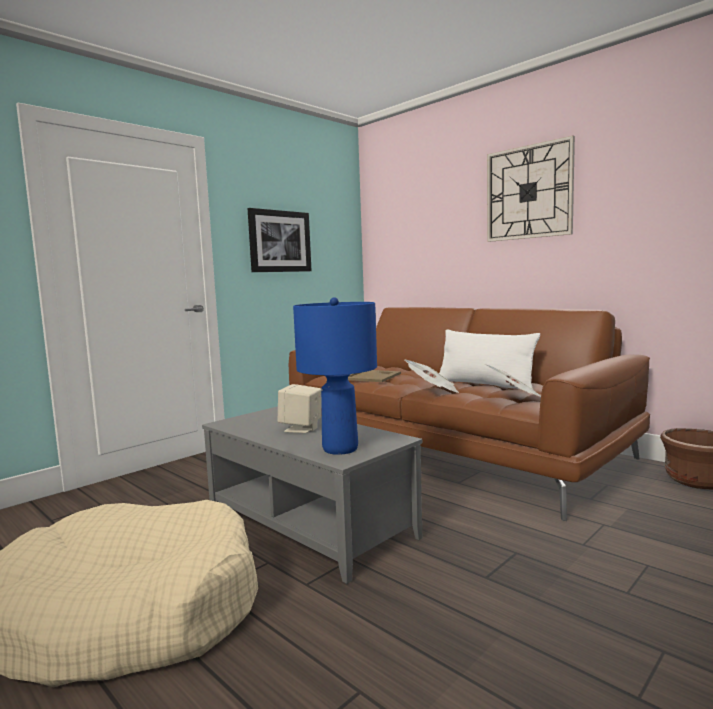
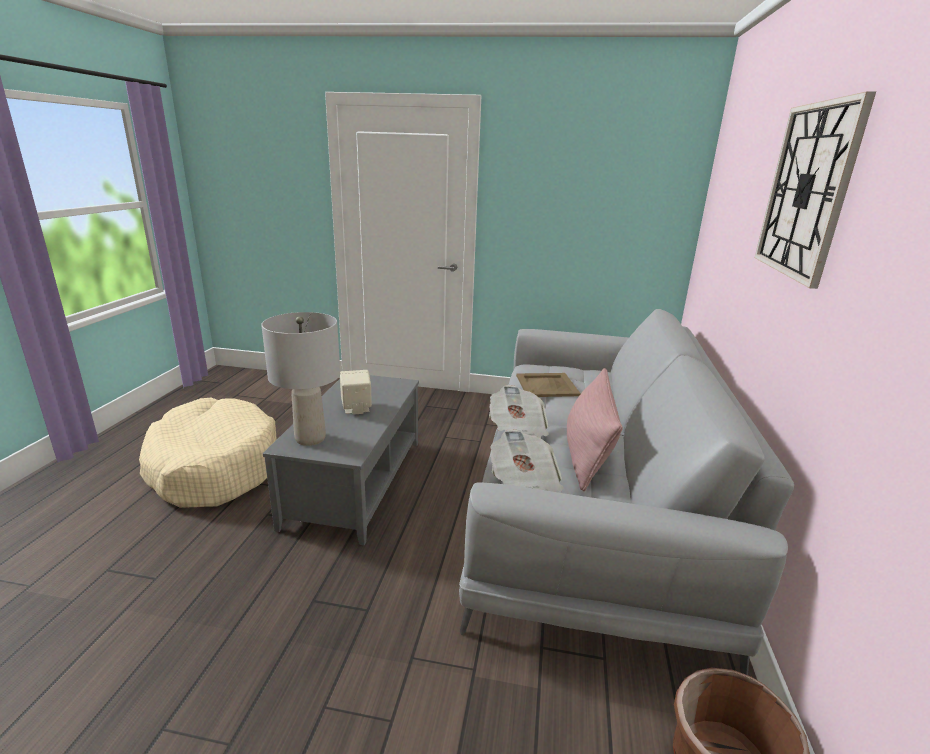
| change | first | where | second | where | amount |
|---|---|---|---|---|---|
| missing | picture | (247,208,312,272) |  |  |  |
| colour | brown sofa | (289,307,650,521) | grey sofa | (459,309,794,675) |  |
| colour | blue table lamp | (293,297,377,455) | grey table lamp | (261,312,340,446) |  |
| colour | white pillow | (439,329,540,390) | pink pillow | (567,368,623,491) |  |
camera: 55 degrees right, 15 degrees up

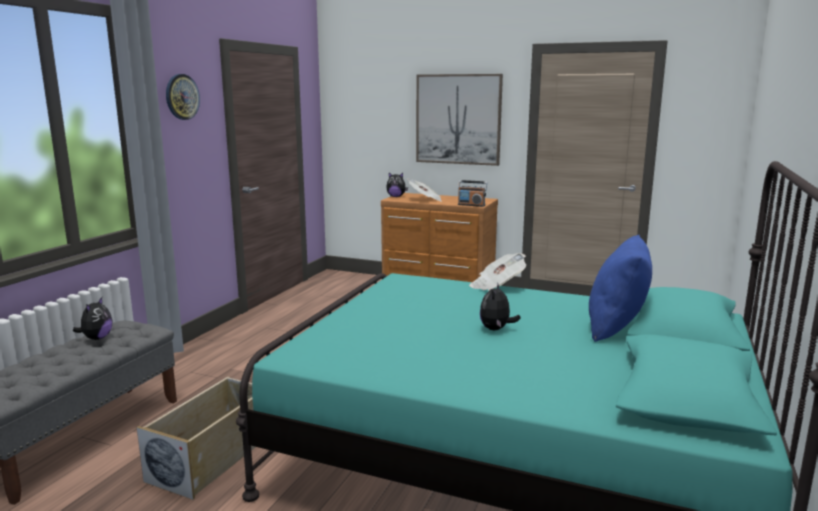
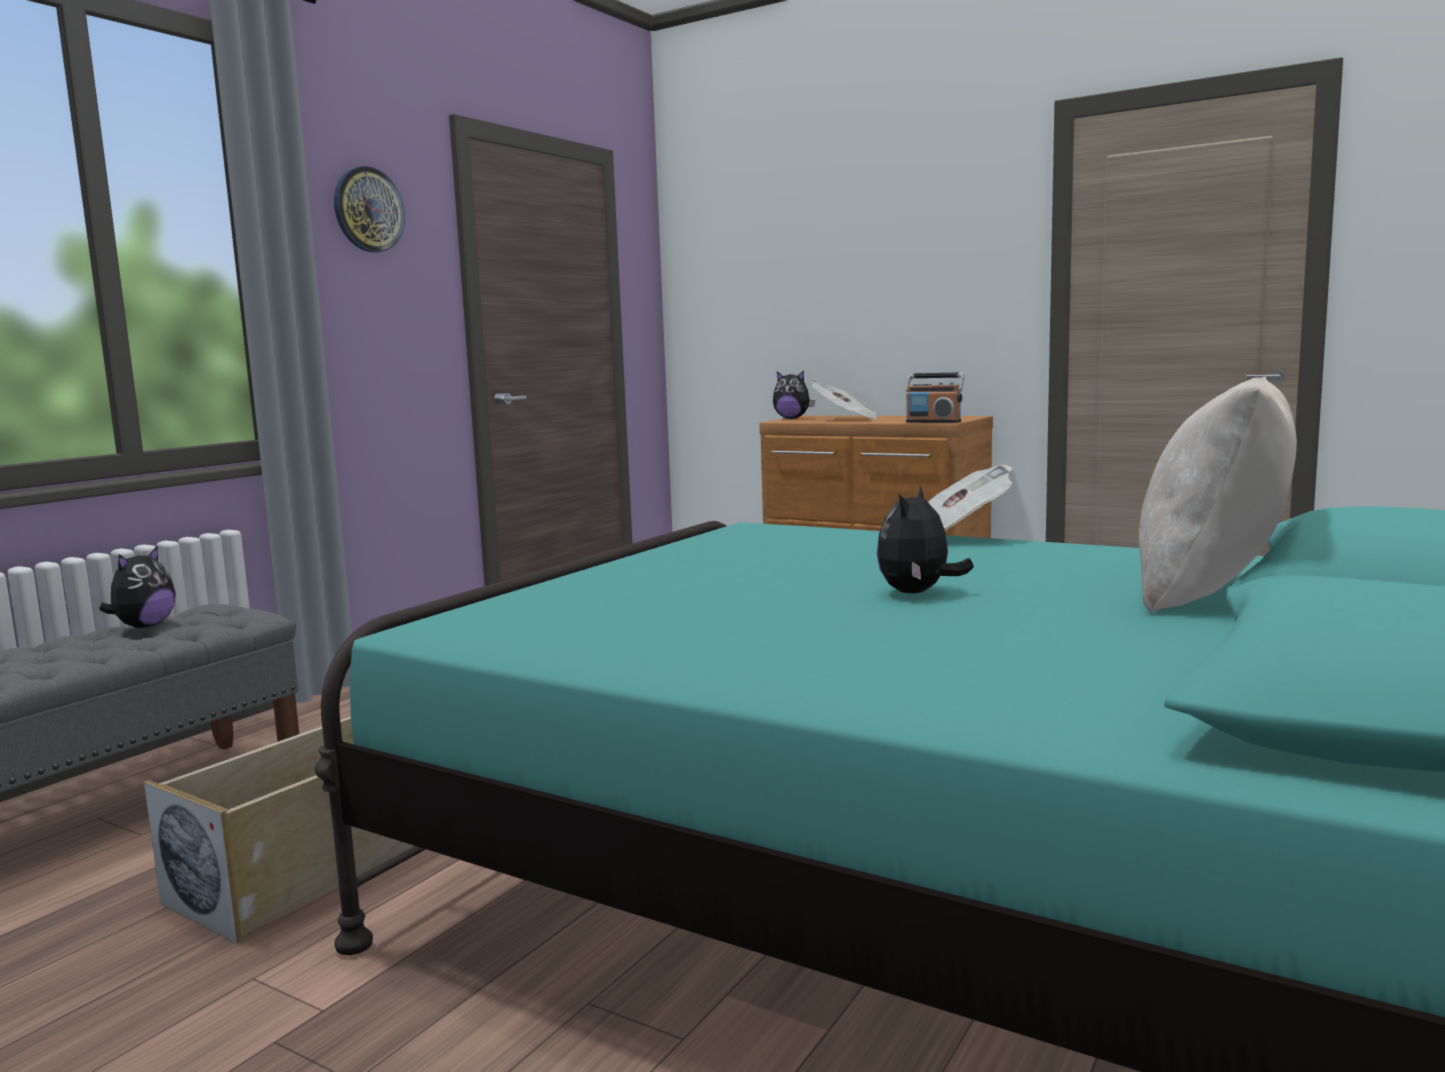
| change | first | where | second | where | amount |
|---|---|---|---|---|---|
| missing | picture | (416,74,503,166) |  |  |  |
| colour | blue pillow | (589,235,652,342) | beige pillow | (1139,377,1297,613) |  |
camera: 10 degrees right, 5 degrees down

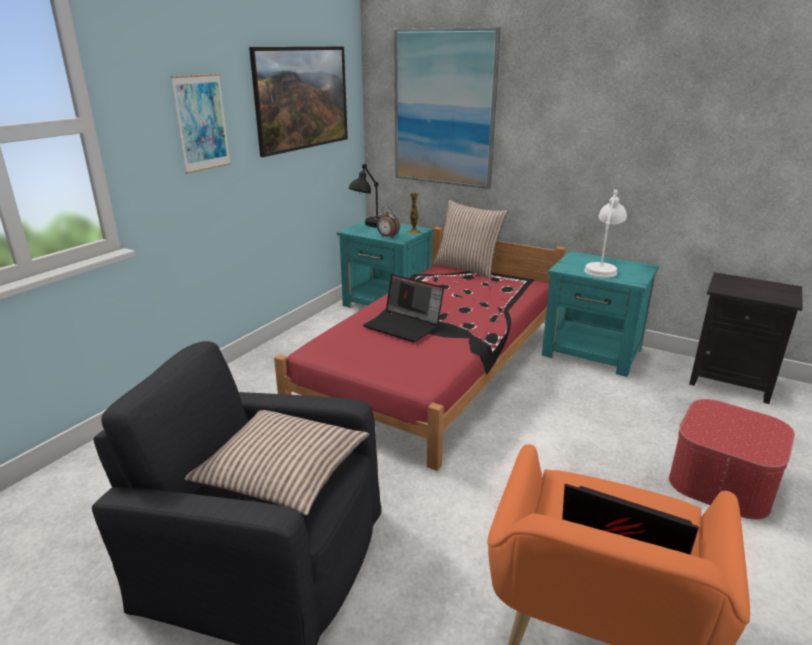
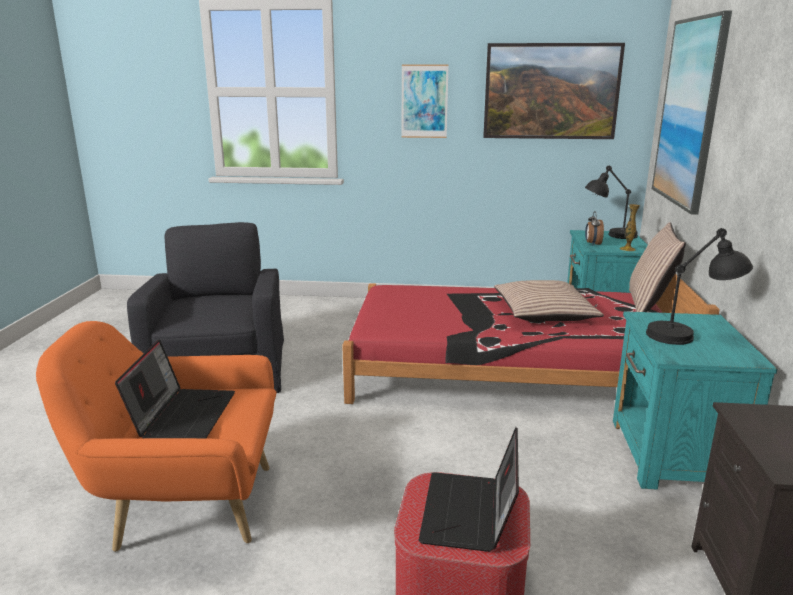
| change | first | where | second | where | amount |
|---|---|---|---|---|---|
| relocated | pillow | (185,410,370,516) |  | (494,280,604,321) |  |
| relocated | laptop | (363,274,444,342) |  | (419,427,519,552) |  |
| colour | white table lamp | (584,189,627,278) | black table lamp | (646,228,753,345) |  |
camera: 65 degrees right, 5 degrees down

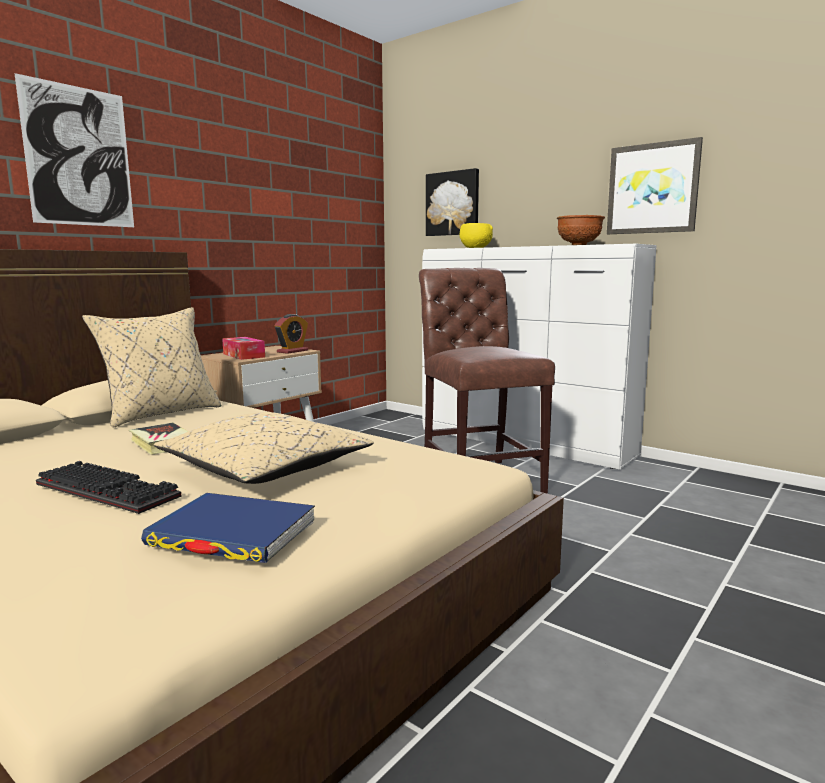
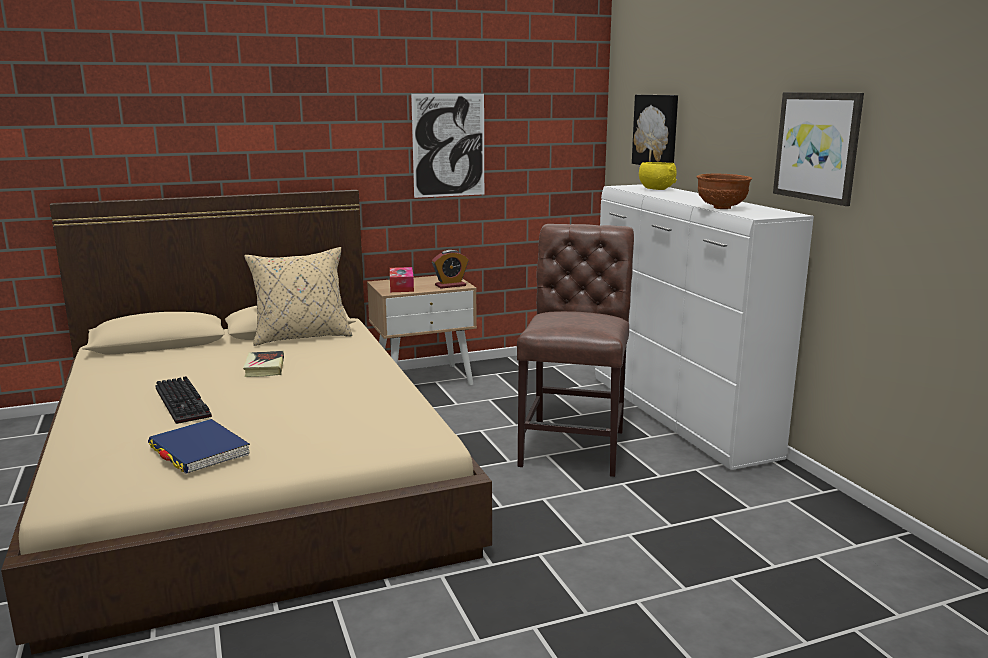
| change | first | where | second | where | amount |
|---|---|---|---|---|---|
| missing | beige pillow | (153,412,374,484) |  |  |  |
| relocated | picture | (14,73,134,227) |  | (411,94,484,198) |  |
camera: 30 degrees right, 5 degrees up

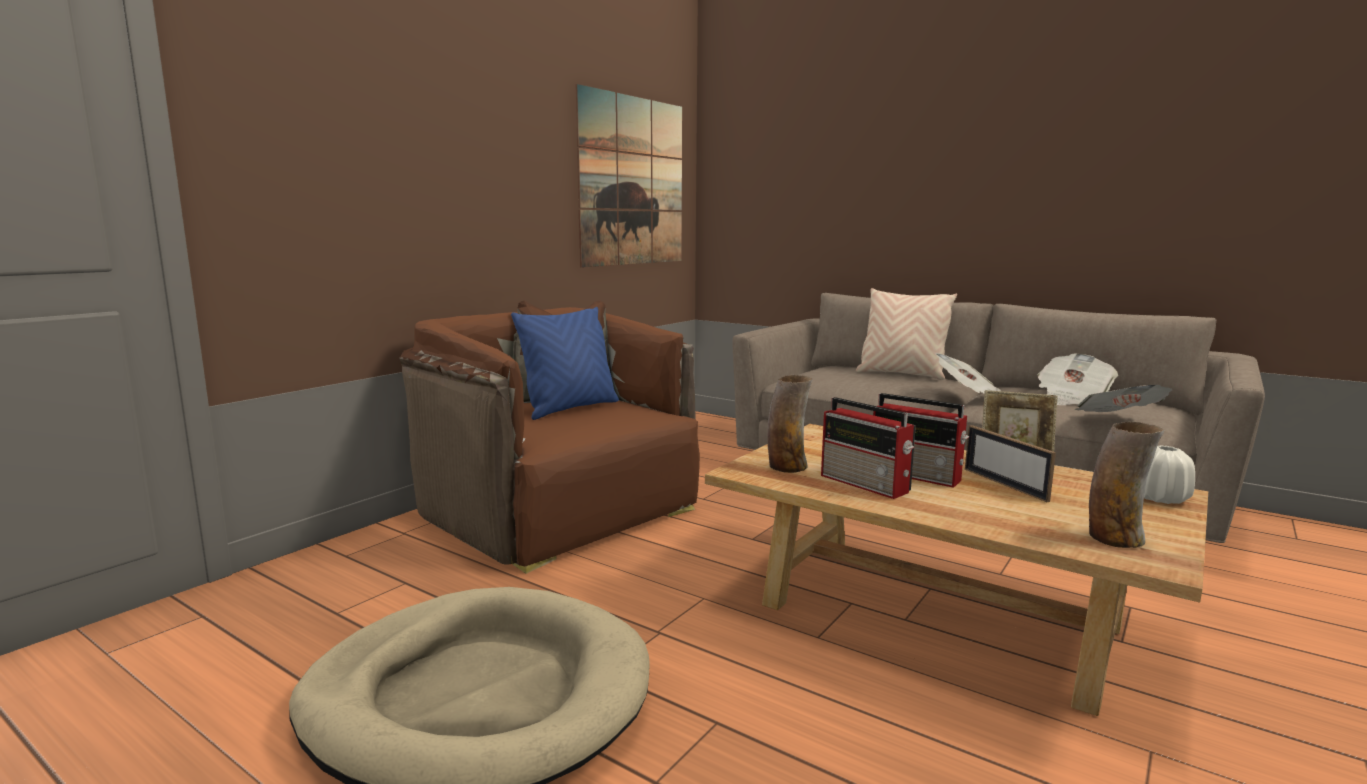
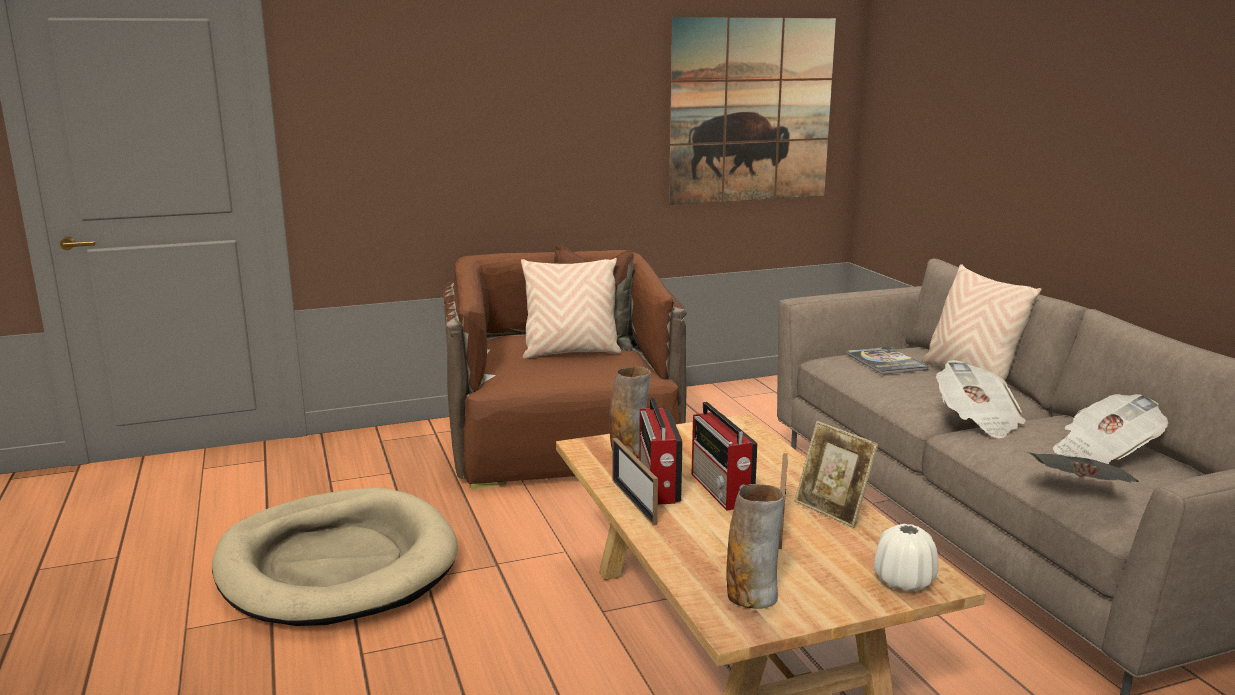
| change | first | where | second | where | amount |
|---|---|---|---|---|---|
| appeared |  |  | picture frame | (613,438,658,526) |  |
| appeared |  |  | book | (847,346,929,375) |  |
| colour | blue pillow | (511,307,619,420) | beige pillow | (521,258,621,359) |  |
camera: 35 degrees right, 5 degrees up

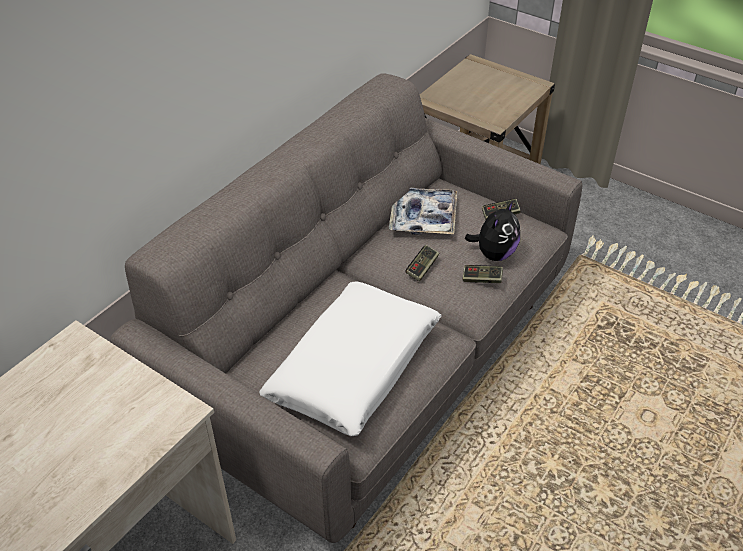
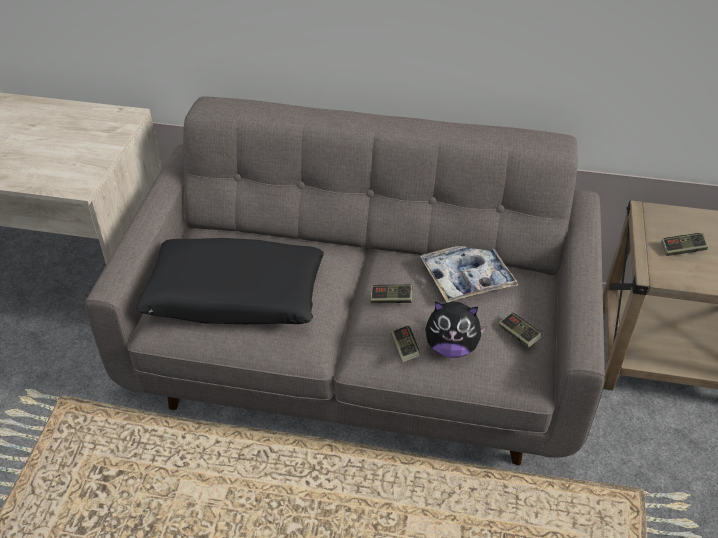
| change | first | where | second | where | amount |
|---|---|---|---|---|---|
| appeared |  |  | game controller | (662,233,708,256) |  |
| colour | white pillow | (259,281,441,436) | black pillow | (136,238,324,324) |  |
camera: 65 degrees right, 0 degrees up

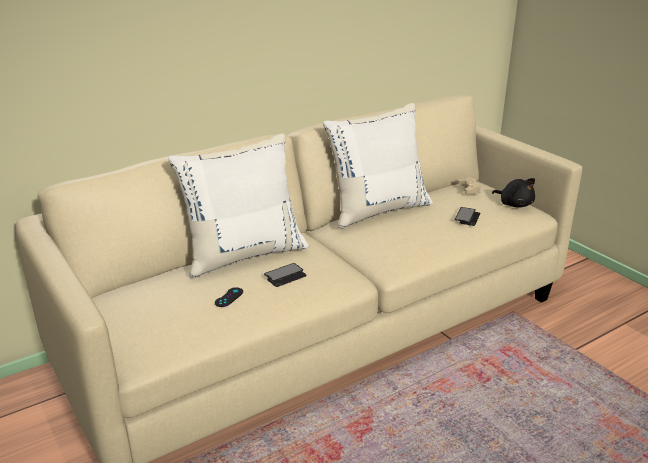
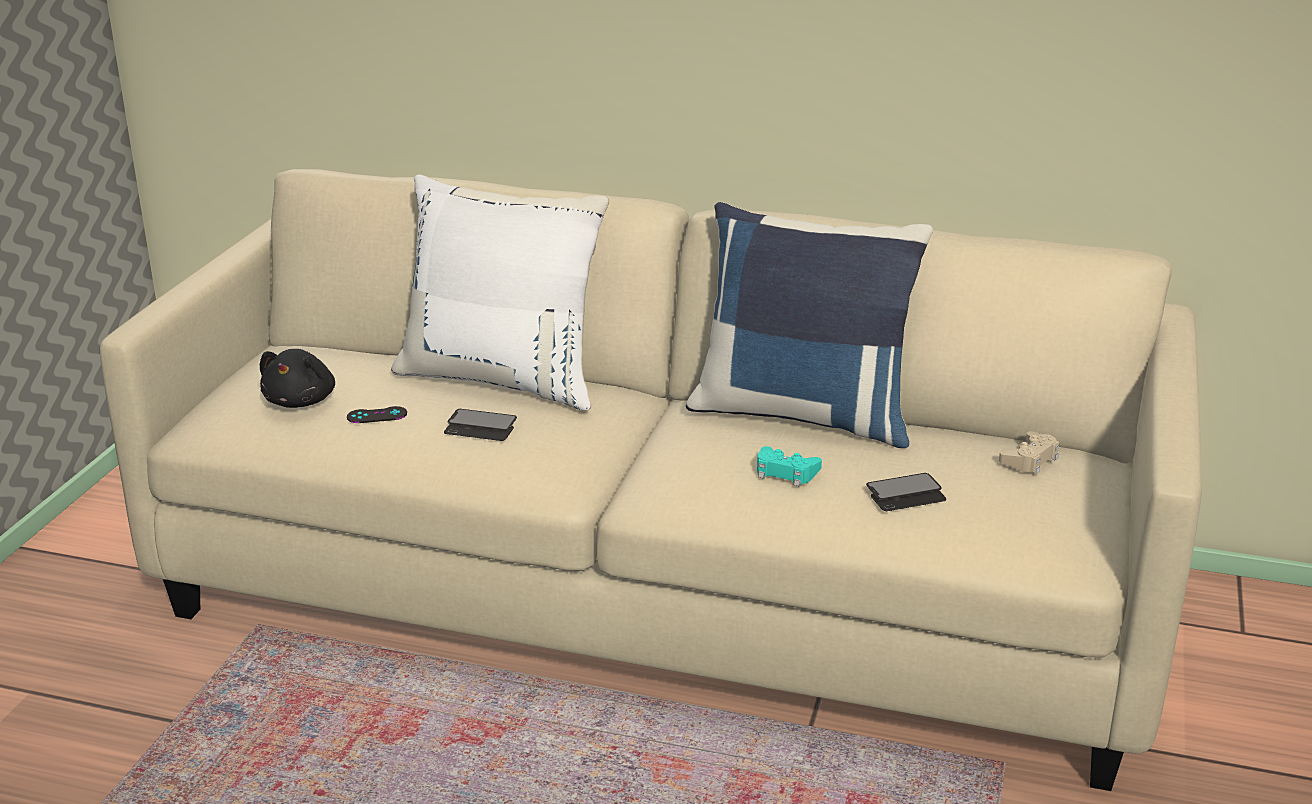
| change | first | where | second | where | amount |
|---|---|---|---|---|---|
| appeared |  |  | turquoise game controller | (757,446,822,487) |  |
| relocated | black plush toy | (492,178,535,208) |  | (260,349,335,408) |  |
| colour | white pillow | (323,103,433,229) | blue pillow | (686,202,933,448) |  |
camera: 50 degrees right, 0 degrees up

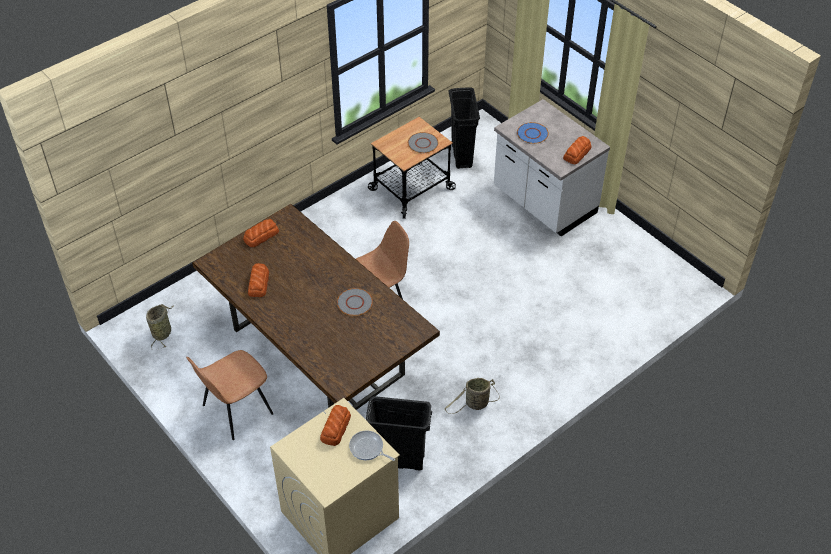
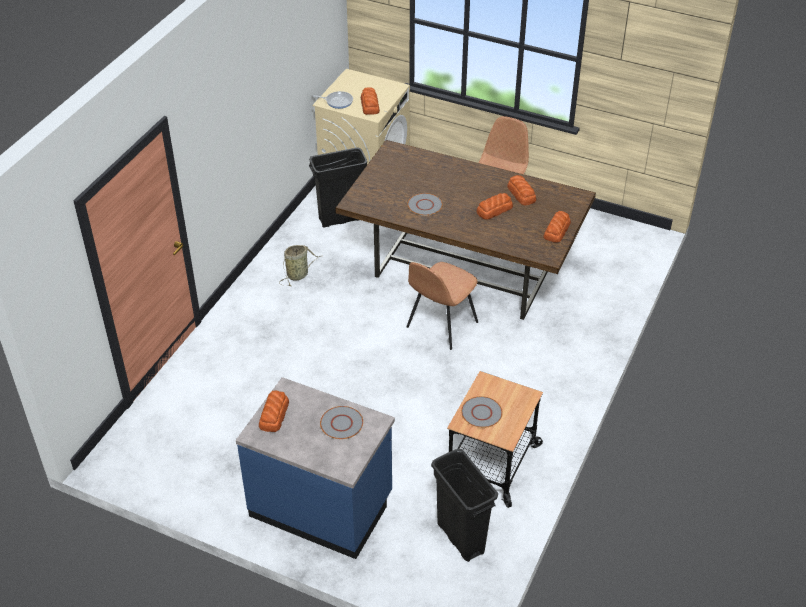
| change | first | where | second | where | amount |
|---|---|---|---|---|---|
| missing | basket | (146,304,174,350) |  |  |  |
| appeared |  |  | bread | (476,193,513,220) |  |
| colour | white counter | (494,99,610,236) | blue counter | (236,377,395,559) |  |
| colour | blue plate | (517,122,549,144) | grey plate | (320,406,363,439) |  |
camera: 155 degrees right, 5 degrees down

